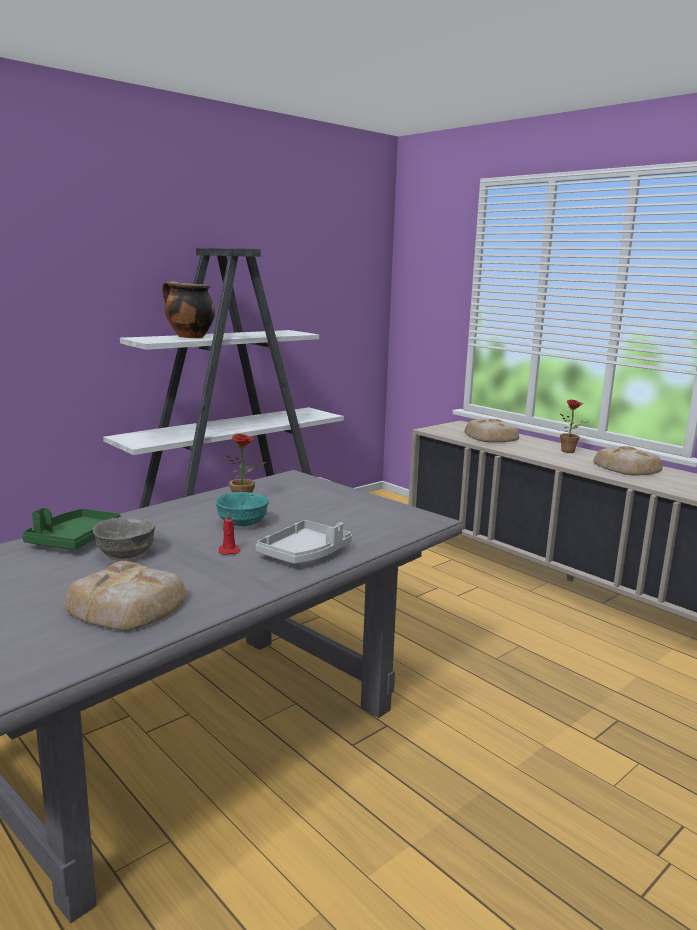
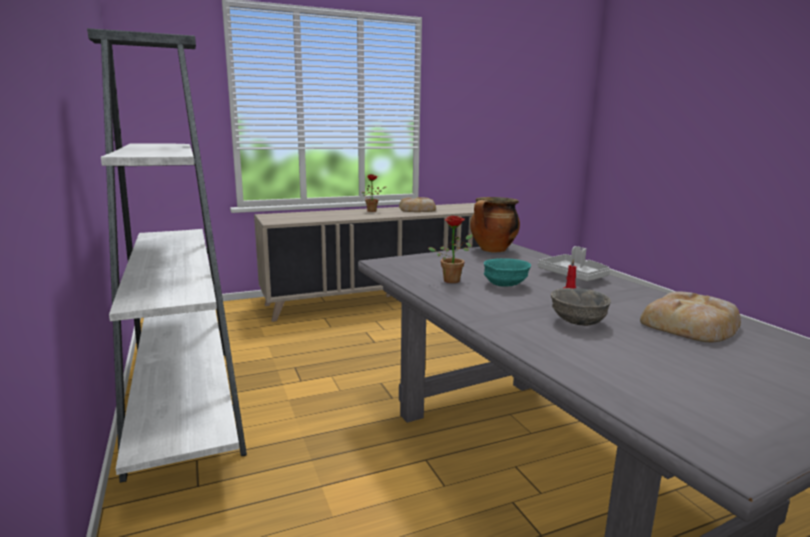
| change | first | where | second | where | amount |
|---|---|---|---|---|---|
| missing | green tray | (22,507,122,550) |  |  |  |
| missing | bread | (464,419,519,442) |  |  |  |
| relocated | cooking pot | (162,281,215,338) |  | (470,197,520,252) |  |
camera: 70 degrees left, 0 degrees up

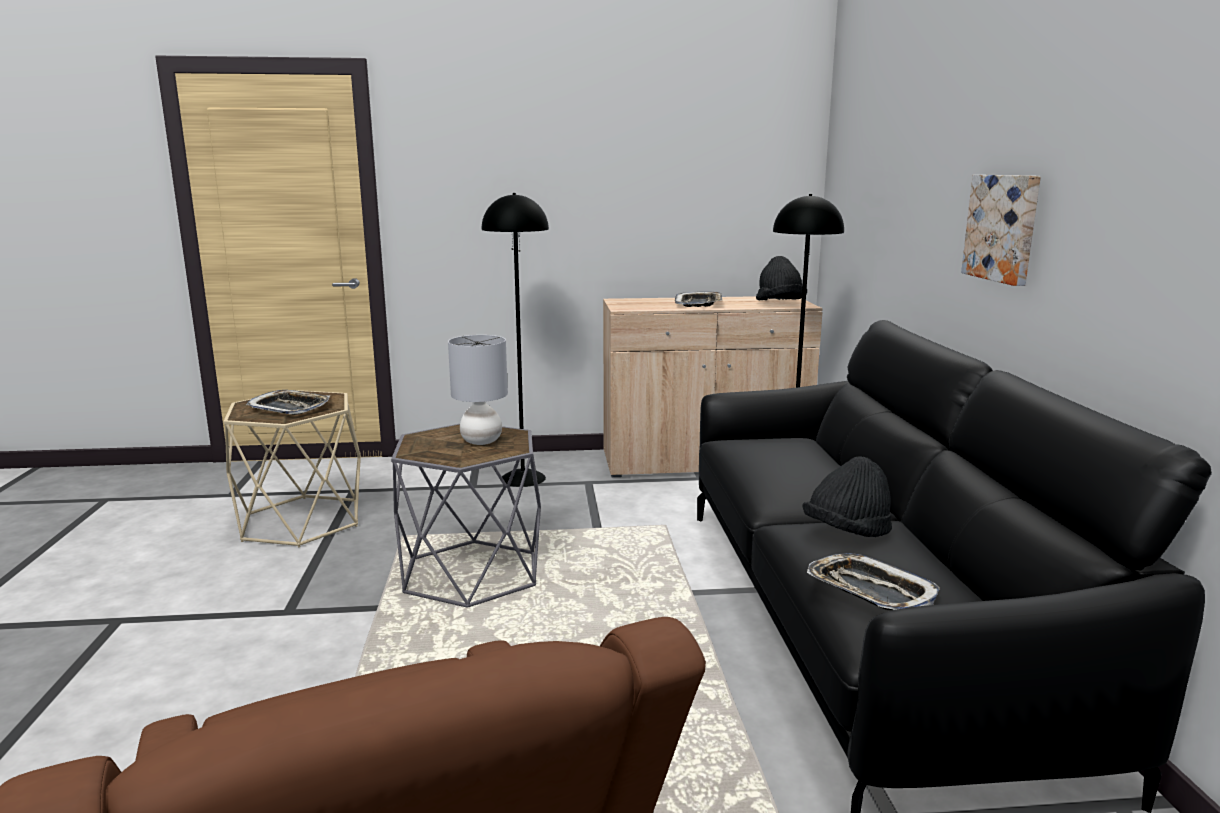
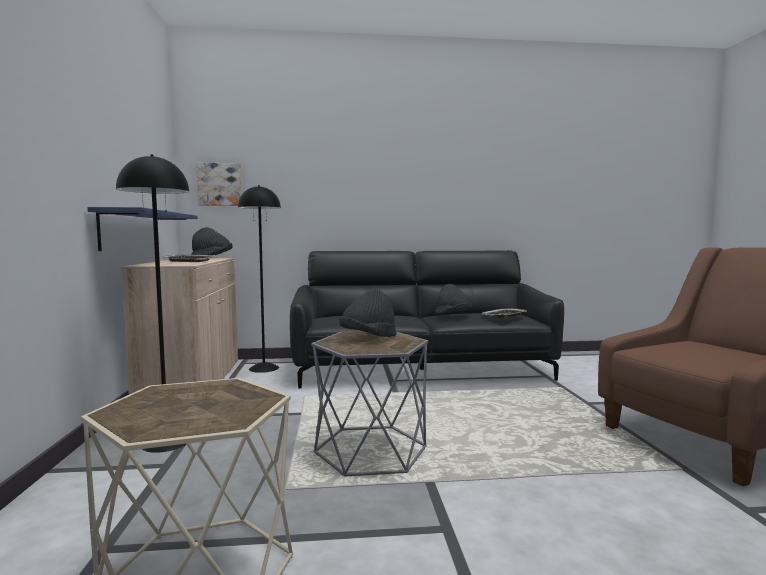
| change | first | where | second | where | amount |
|---|---|---|---|---|---|
| missing | tray | (246,390,330,415) |  |  |  |
| appeared |  |  | blue shelf | (87,207,198,251) |  |
| relocated | picture | (961,175,1041,286) |  | (197,163,242,206) |  |
| exchanged | grey table lamp | (448,335,508,445) | black hat | (339,289,397,337) |  |
camera: 90 degrees left, 10 degrees down

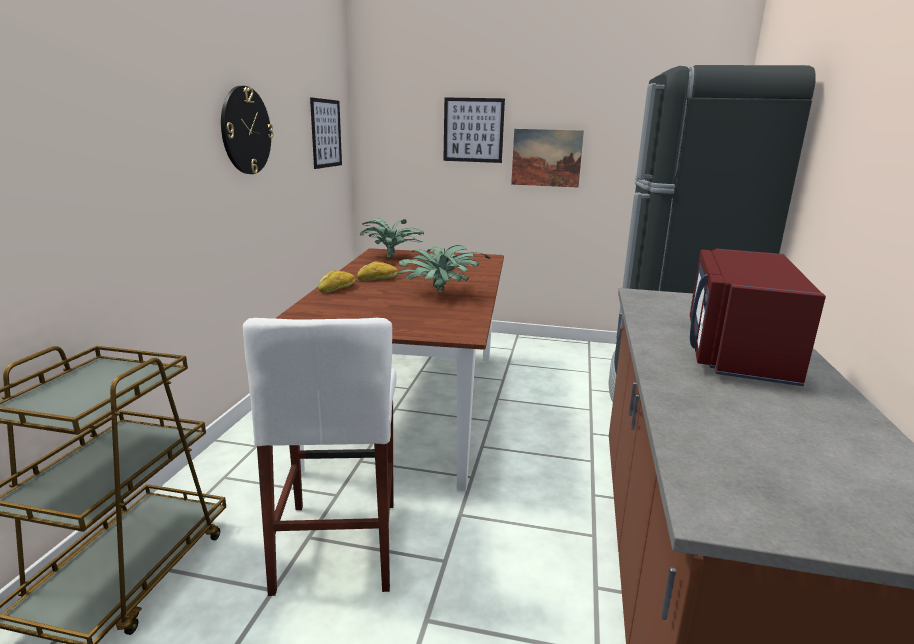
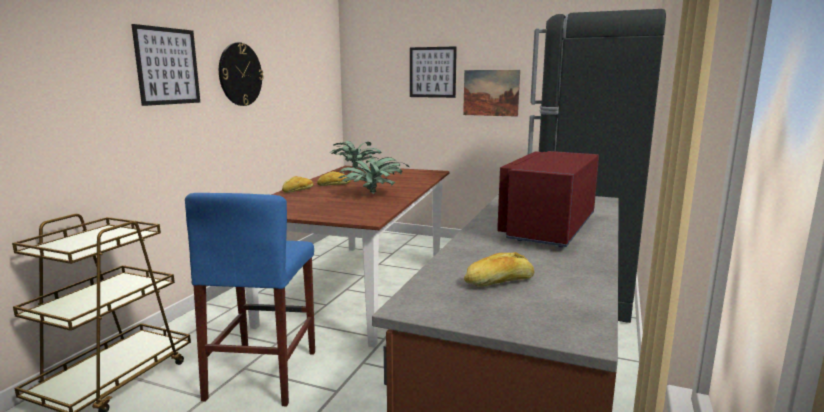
| change | first | where | second | where | amount |
|---|---|---|---|---|---|
| appeared |  |  | bread | (464,252,535,287) |  |
| relocated | picture | (310,97,342,169) |  | (131,24,200,106) |  |
| colour | white stool | (243,318,397,596) | blue stool | (185,193,315,406) |  |
camera: 10 degrees right, 5 degrees down

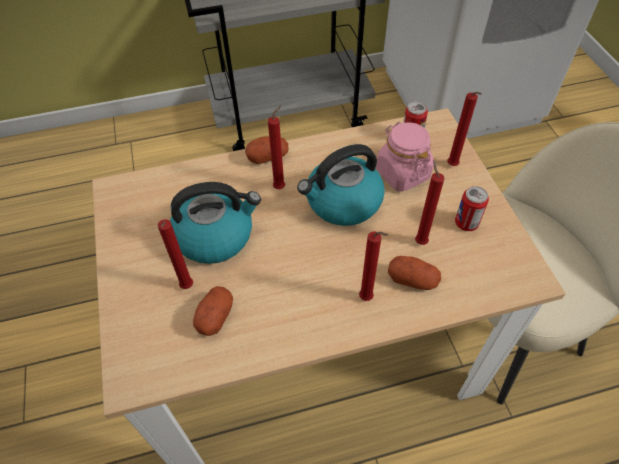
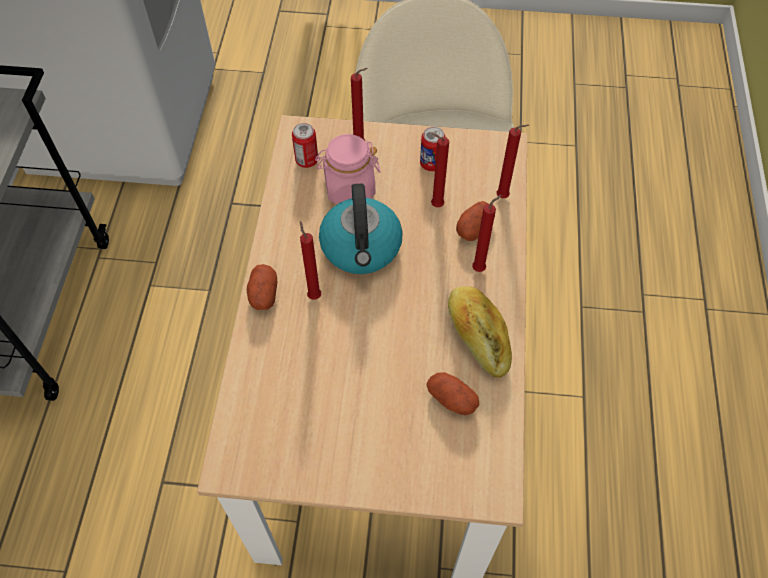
| change | first | where | second | where | amount |
|---|---|---|---|---|---|
| missing | kettle | (170,182,261,264) |  |  |  |
| appeared |  |  | bread | (448,287,512,378) |  |
| relocated | red candle | (158,219,193,289) |  | (497,124,529,198) |  |
camera: 70 degrees left, 5 degrees up

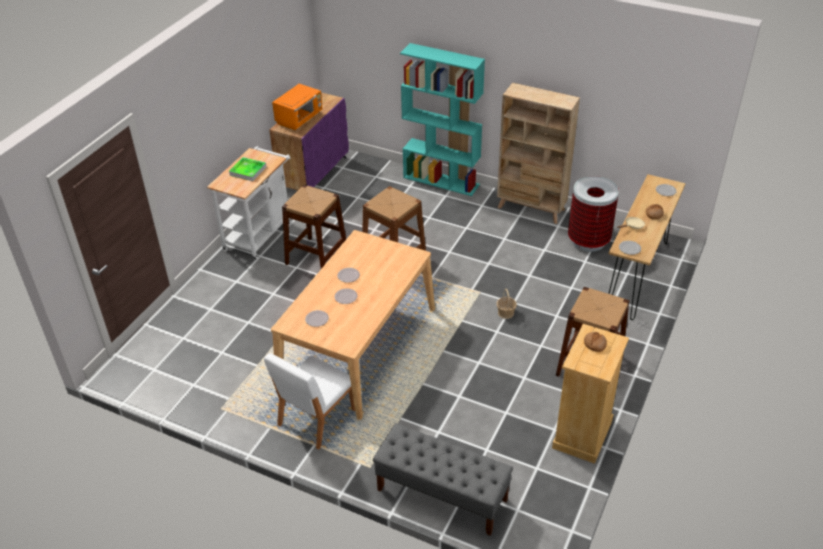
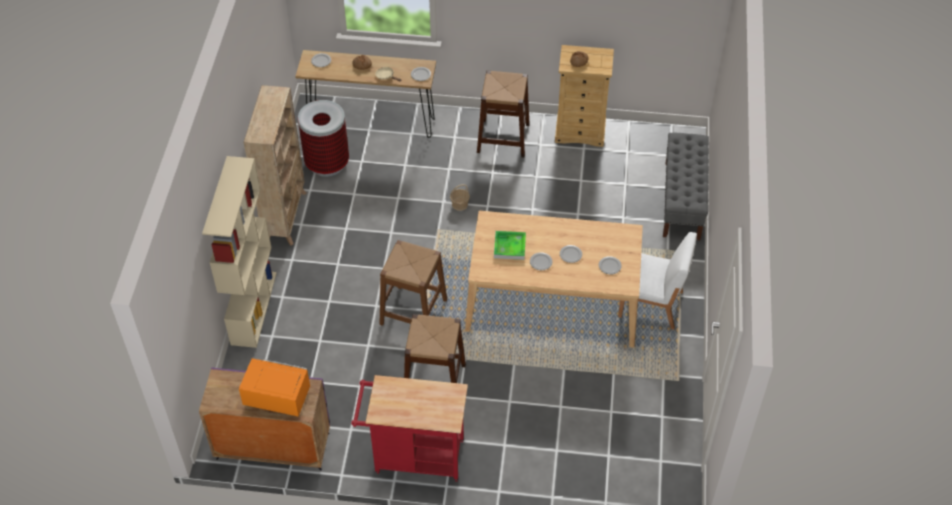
| change | first | where | second | where | amount |
|---|---|---|---|---|---|
| relocated | tray | (229,157,266,181) |  | (494,231,526,260) |  |
| colour | white cart | (207,146,292,261) | red cart | (351,375,468,482) |  |
| colour | turquoise bookcase | (400,43,485,196) | beige bookcase | (202,156,276,348) |  |
camera: 110 degrees left, 10 degrees up

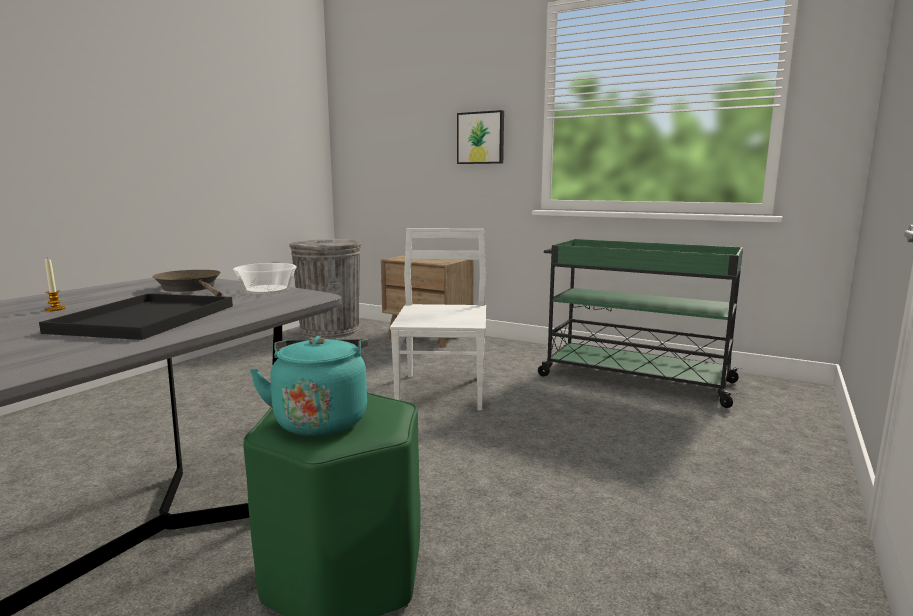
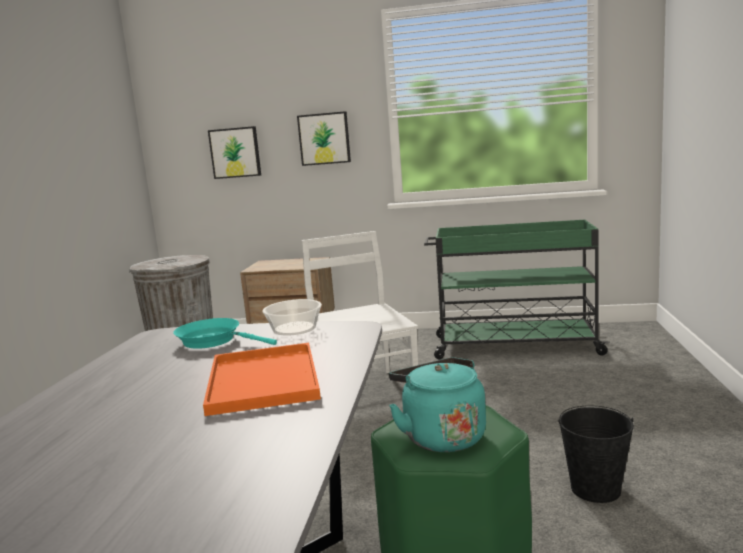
| change | first | where | second | where | amount |
|---|---|---|---|---|---|
| missing | candle | (45,258,66,311) |  |  |  |
| appeared |  |  | picture | (208,126,261,179) |  |
| appeared |  |  | black bucket | (558,405,634,503) |  |
| colour | black tray | (39,293,233,340) | orange tray | (203,343,321,416) |  |
| colour | brown frying pan | (152,270,222,296) | turquoise frying pan | (173,318,277,349) |  |
camera: 20 degrees left, 0 degrees up

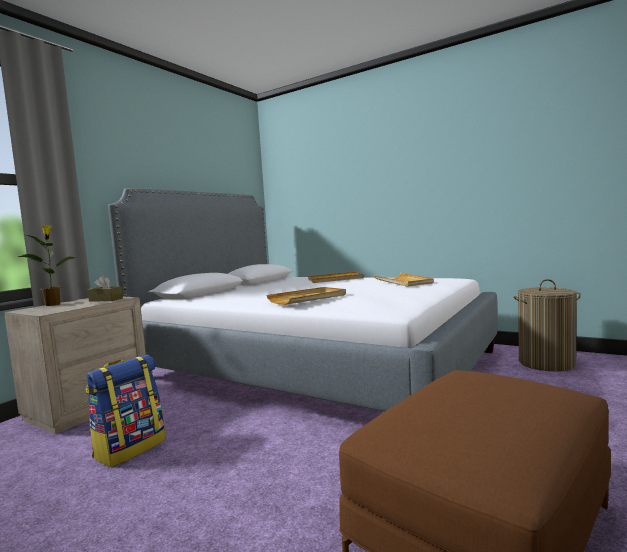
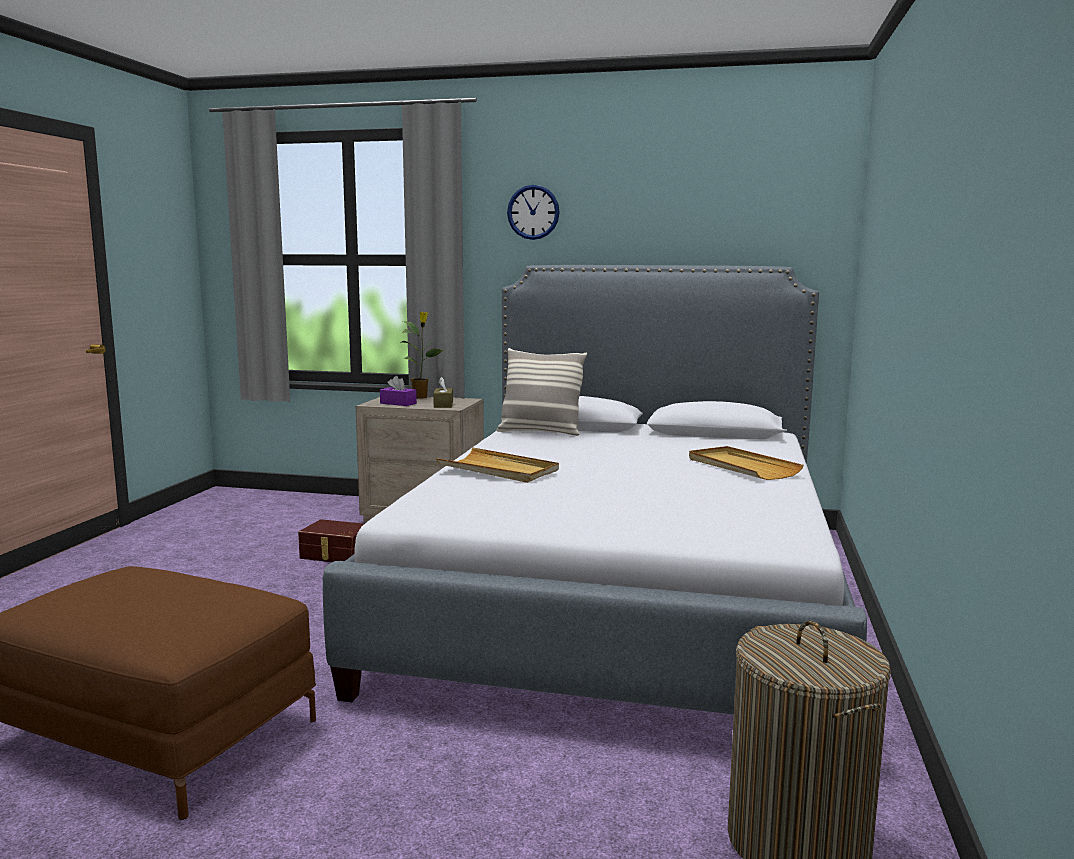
| change | first | where | second | where | amount |
|---|---|---|---|---|---|
| missing | beige tray | (374,273,434,287) |  |  |  |
| appeared |  |  | purple tissue box | (380,376,417,406) |  |
| appeared |  |  | pillow | (497,348,587,436) |  |
| appeared |  |  | wall clock | (507,185,560,240) |  |
| exchanged | backpack | (86,355,165,467) | brown storage box | (298,519,364,562) |  |
camera: 70 degrees right, 5 degrees up

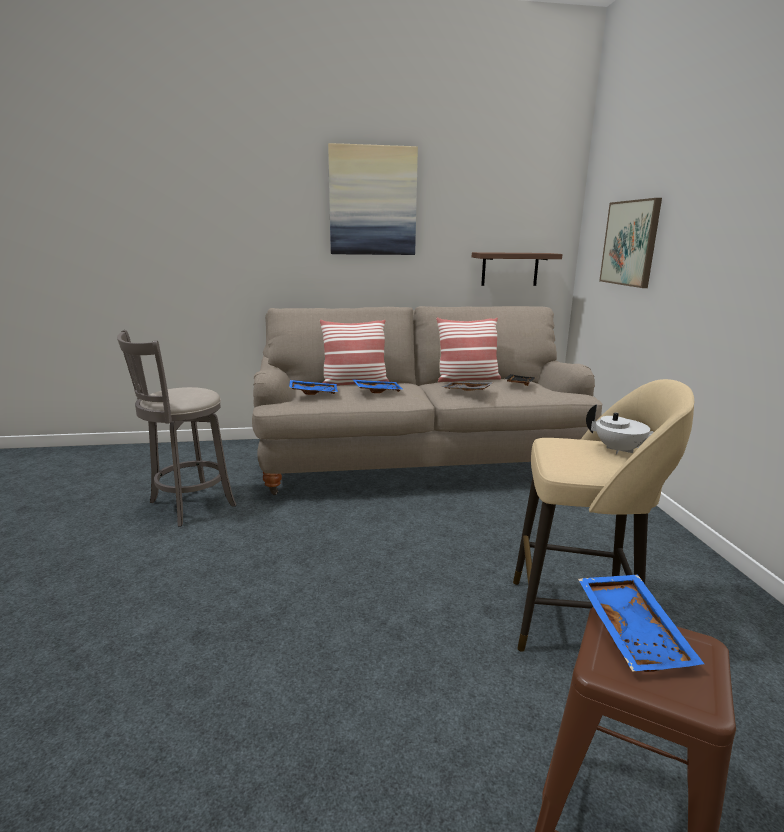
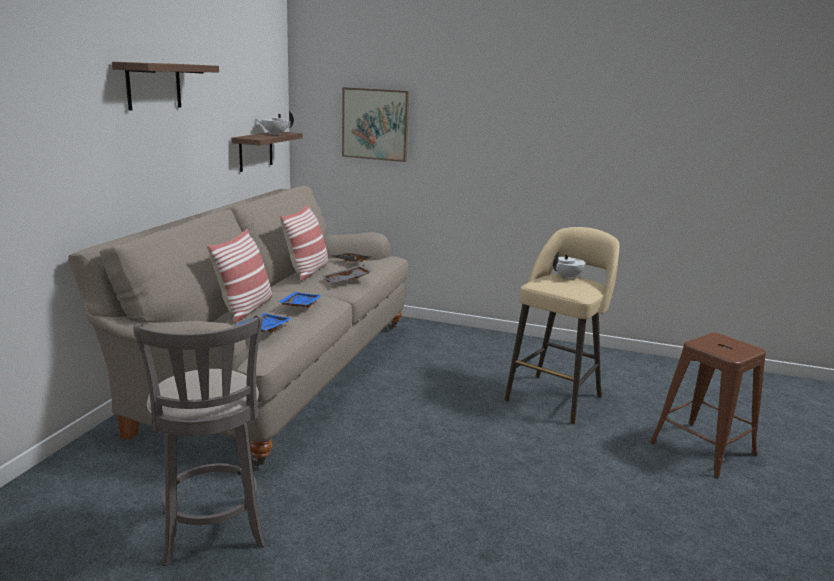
| change | first | where | second | where | amount |
|---|---|---|---|---|---|
| missing | blue tray | (578,575,704,672) |  |  |  |
| appeared |  |  | white teapot | (256,111,294,135) |  |
| exchanged | picture | (328,143,418,255) | shelf | (112,62,219,110) |  |
camera: 65 degrees left, 0 degrees up

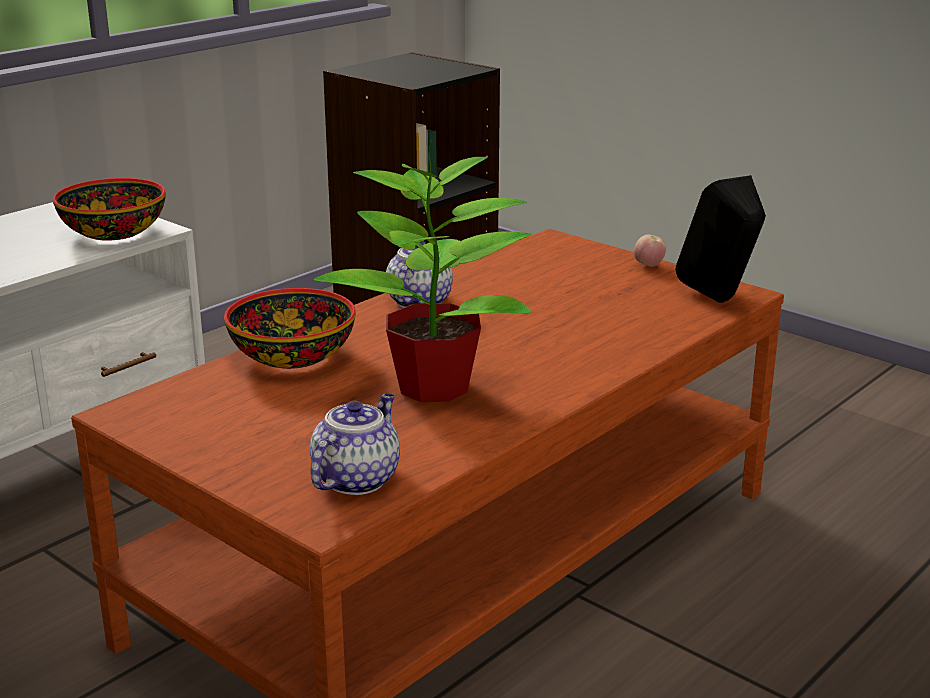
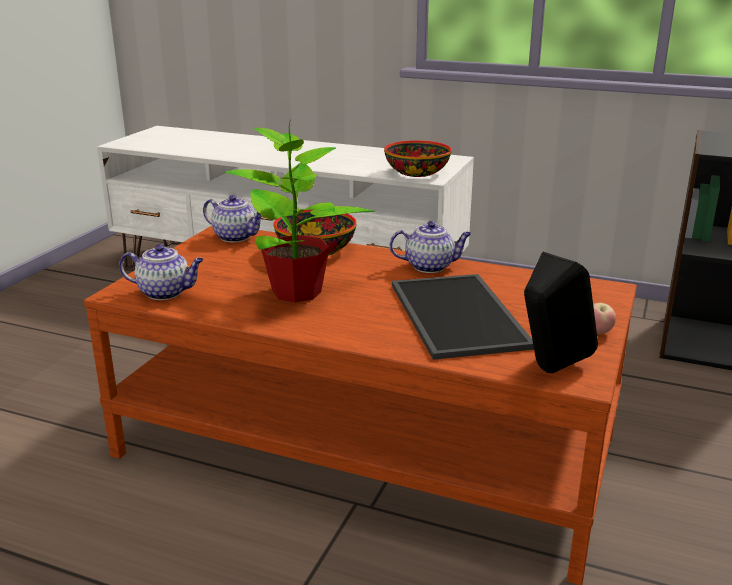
| change | first | where | second | where | amount |
|---|---|---|---|---|---|
| appeared |  |  | teapot | (203,195,261,242) |  |
| appeared |  |  | tray | (392,274,534,360) |  |
camera: 70 degrees right, 0 degrees up

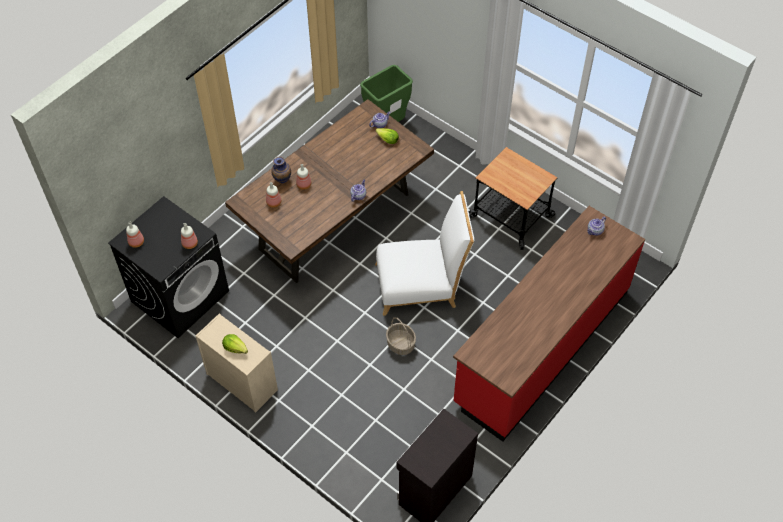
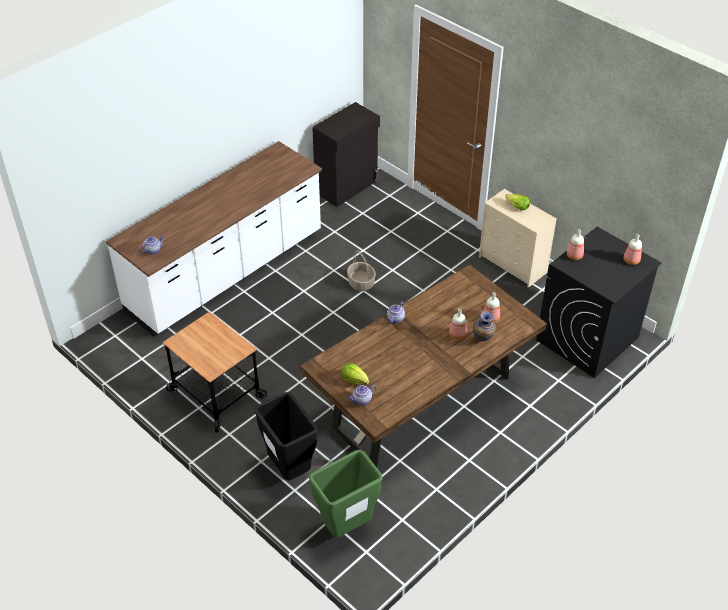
| change | first | where | second | where | amount |
|---|---|---|---|---|---|
| missing | white chair | (375,191,474,316) |  |  |  |
| appeared |  |  | black trash can | (254,392,318,481) |  |
| colour | red counter | (453,206,645,442) | white counter | (106,141,322,337) |  |
camera: 175 degrees left, 10 degrees down

